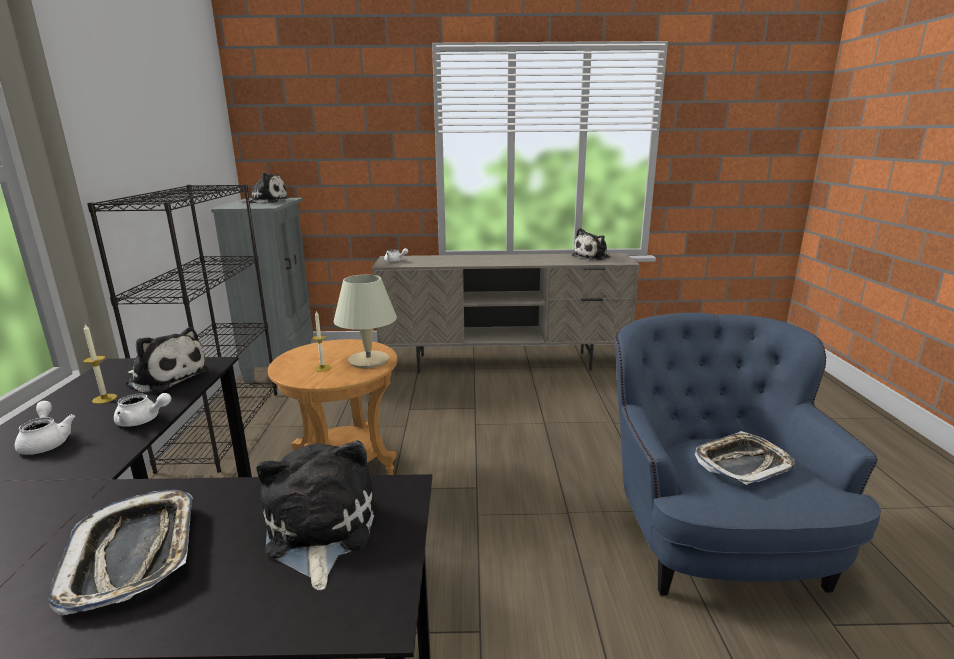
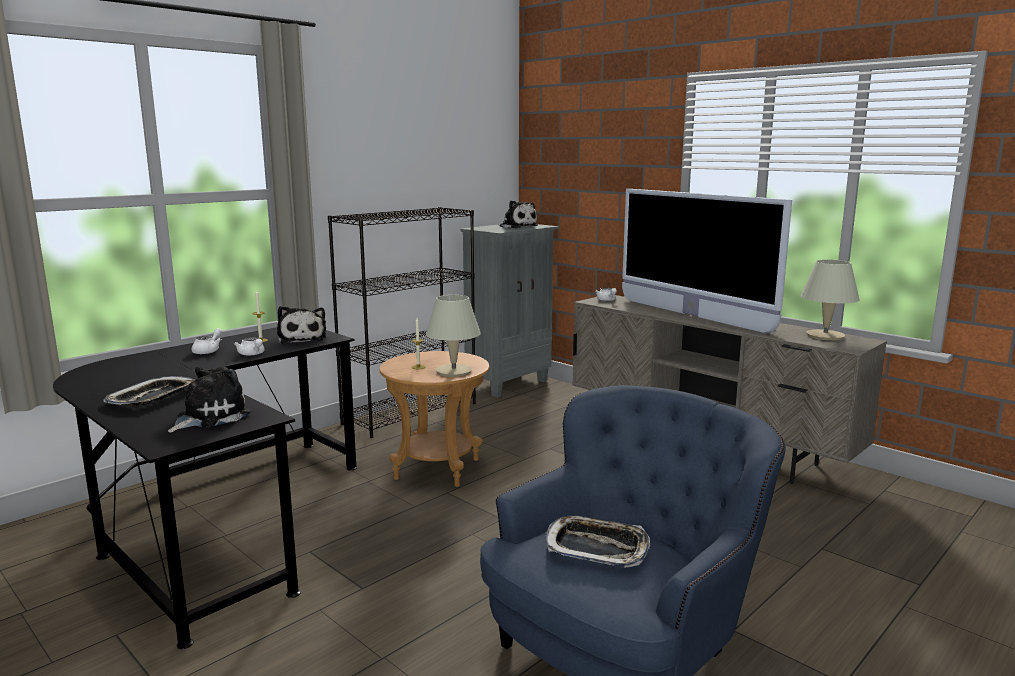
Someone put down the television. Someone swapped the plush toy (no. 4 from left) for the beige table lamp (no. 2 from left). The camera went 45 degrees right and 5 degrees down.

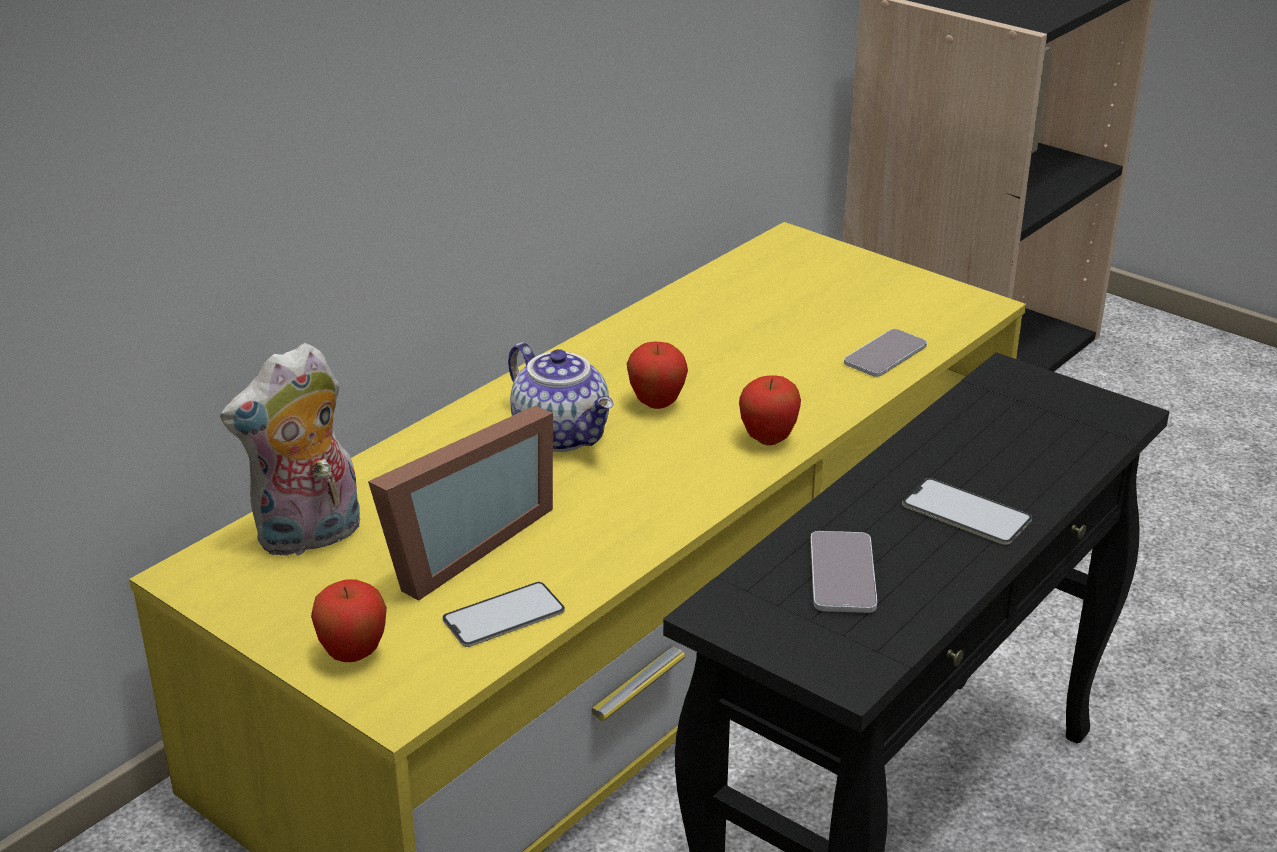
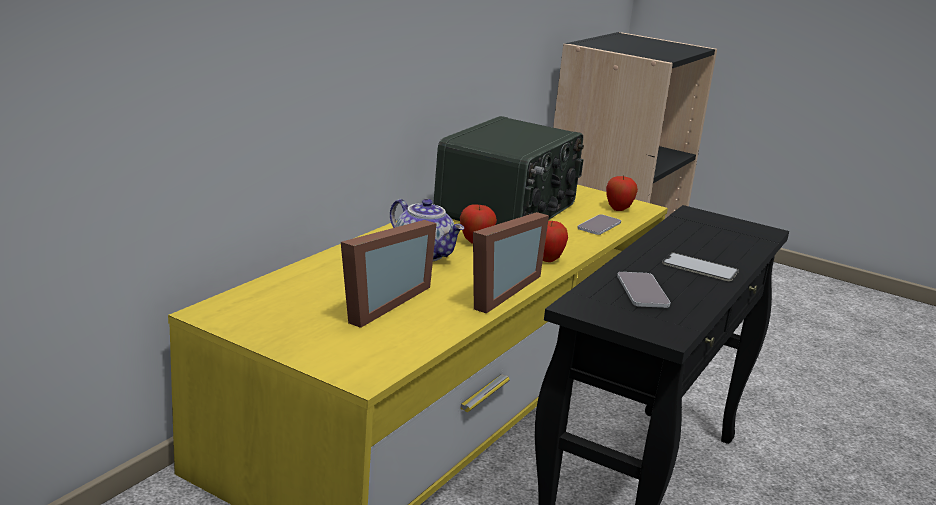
Someone took away the plush toy. Someone took away the phone (no. 1 from left). Someone put down the radio. Someone put down the picture frame (no. 2 from left). Someone carried the apple (no. 1 from left in the first image). The camera went 10 degrees left and 10 degrees down.

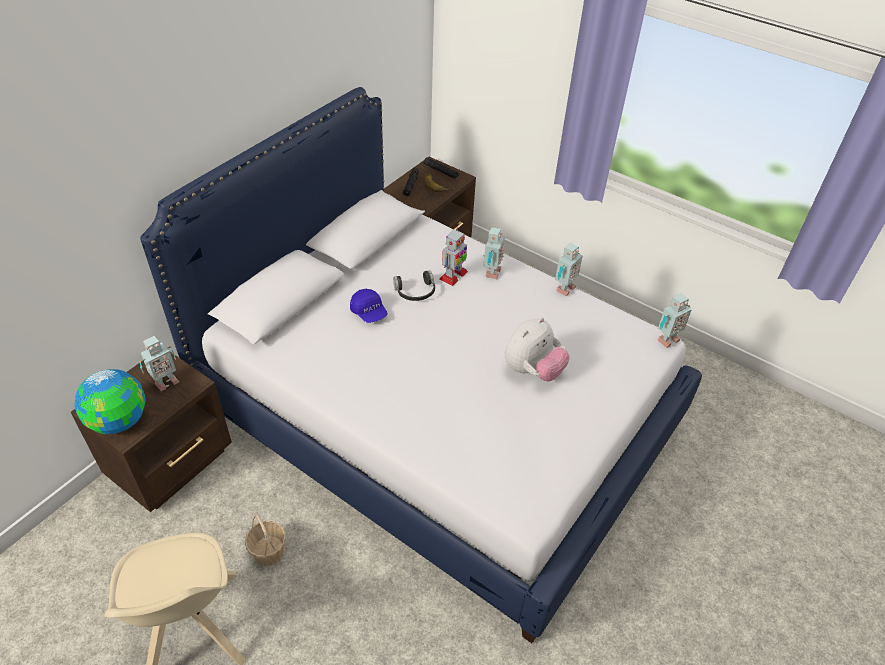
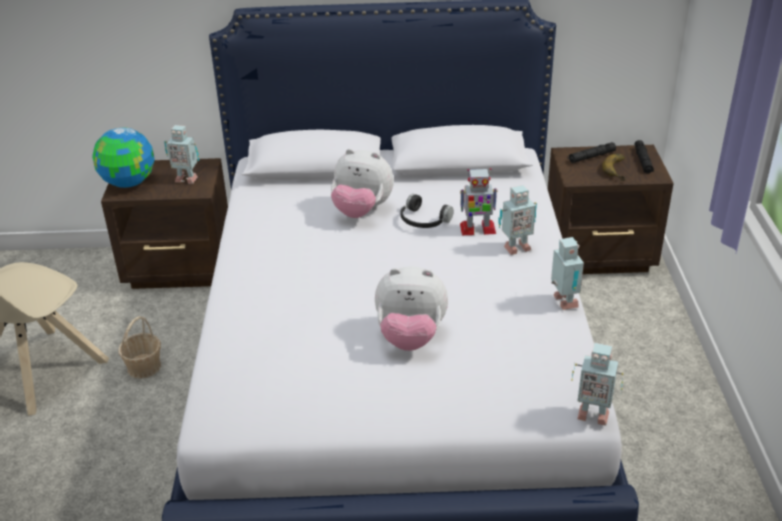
Someone swapped the blue cap for the plush toy (no. 1 from left). Someone rotated the toy robot (no. 4 from left) by 105 degrees counterclockwise. The camera went 55 degrees right and 10 degrees down.

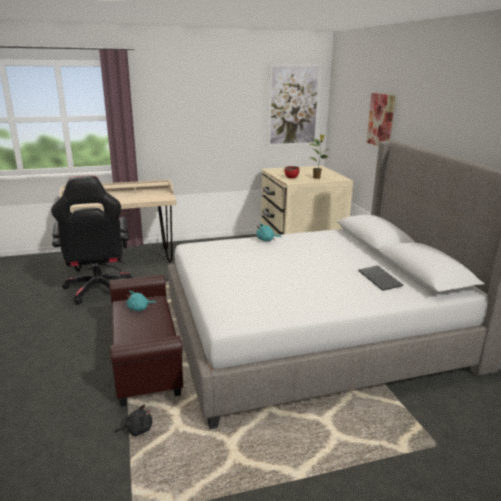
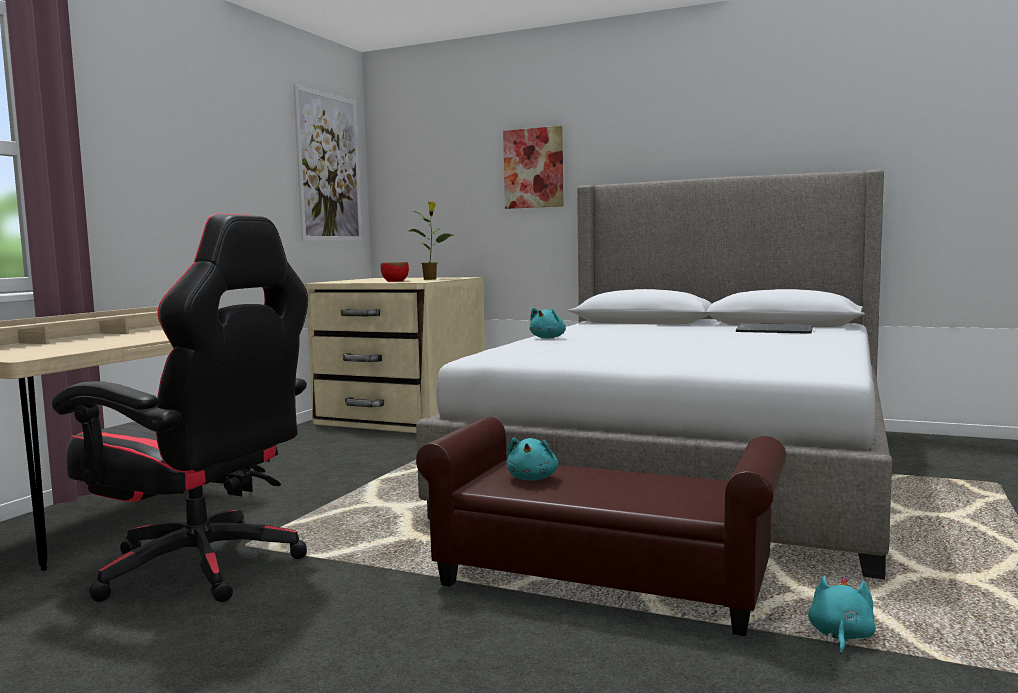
Someone repainted the black plush toy, which became the turquoise plush toy (no. 3 from left). The camera went 50 degrees left and 15 degrees down.

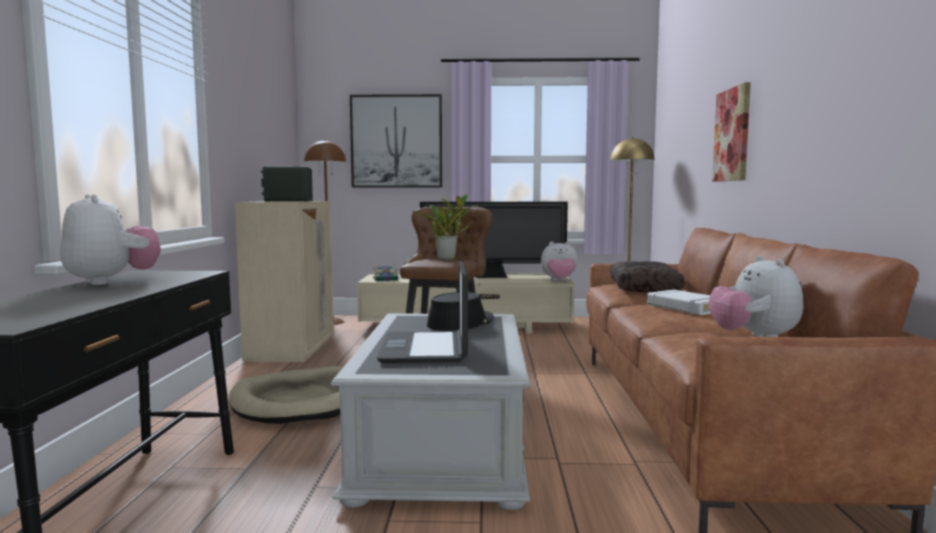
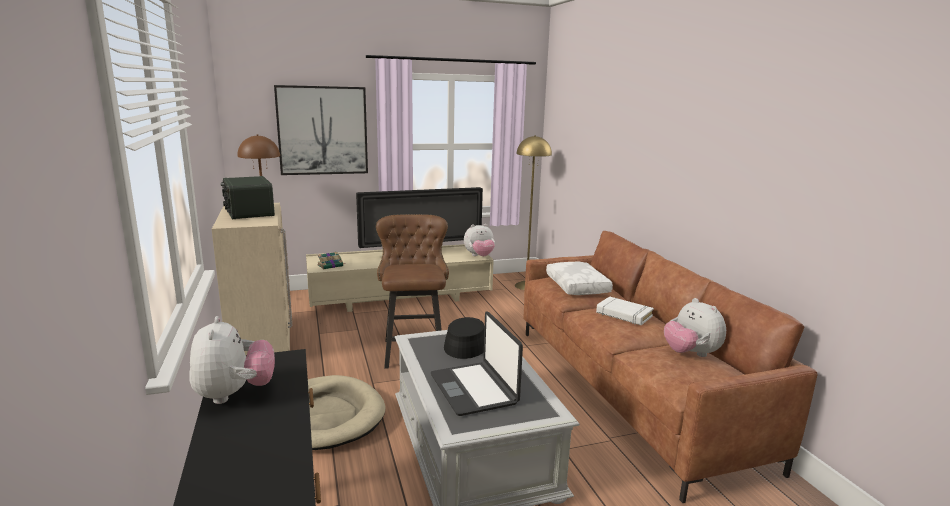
Someone took away the potted plant. Someone took away the picture (no. 2 from left). Someone repainted the brown pillow, which became the white pillow. Someone rotated the plush toy (no. 1 from left) by 45 degrees clockwise. The camera went 20 degrees left and 10 degrees up.

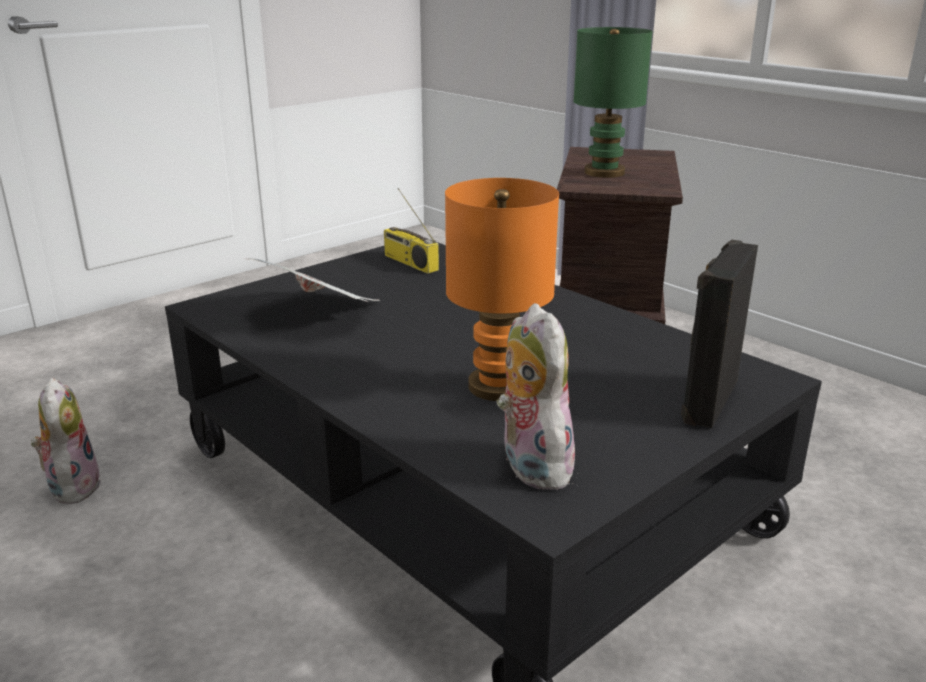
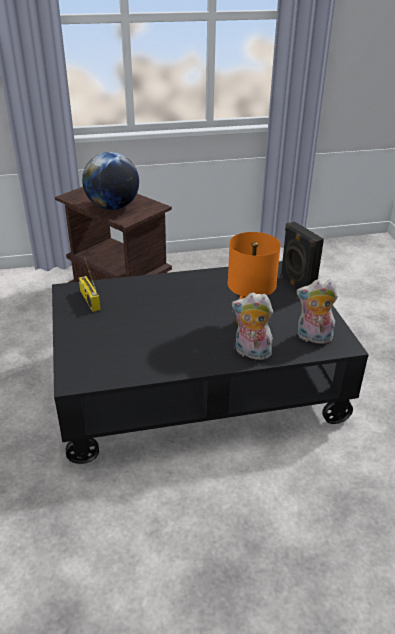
Someone took away the newspaper. Someone carried the plush toy (no. 1 from left). Someone swapped the green table lamp for the globe. Someone rotated the radio by 75 degrees clockwise. The camera went 60 degrees left and 10 degrees up.

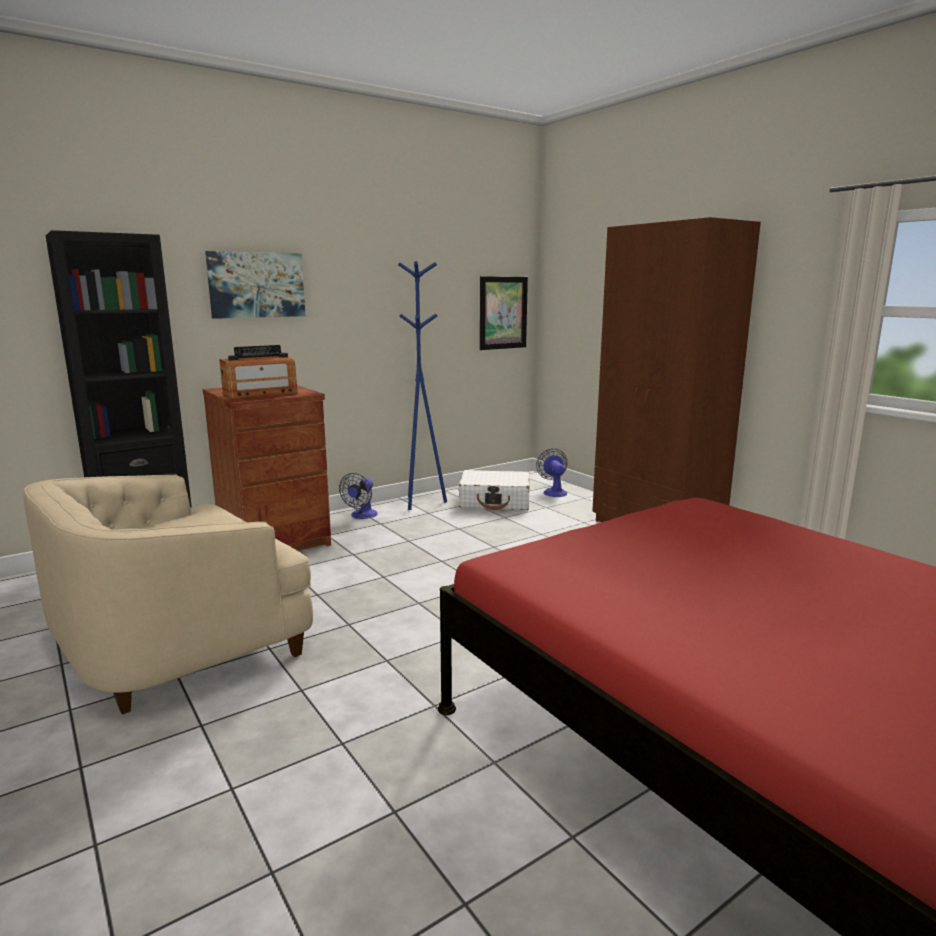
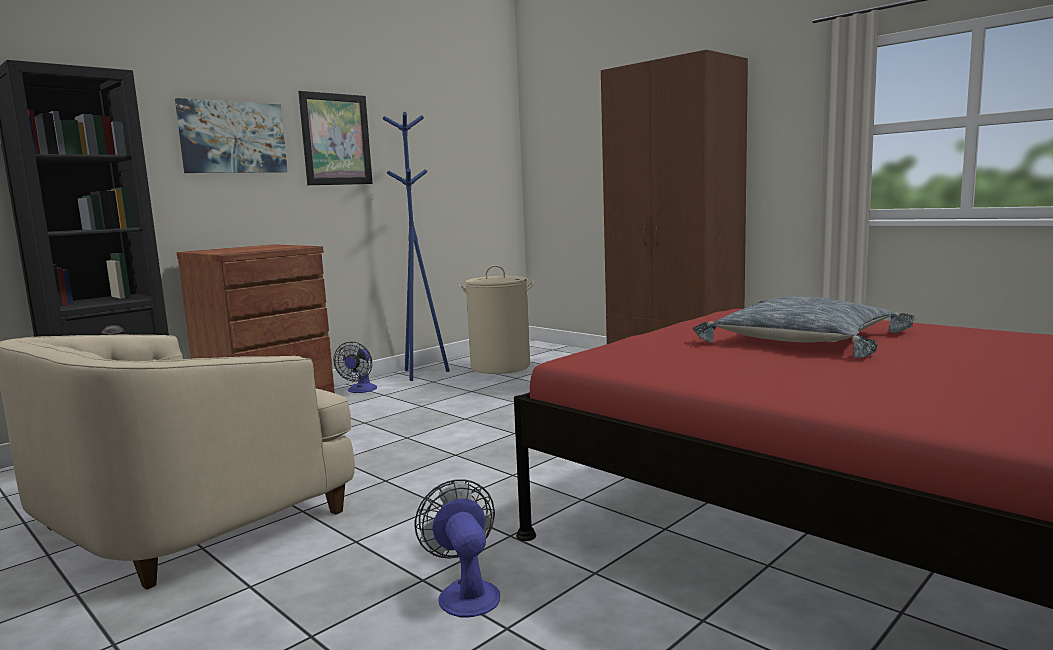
Someone took away the radio. Someone put down the pillow. Someone carried the picture (no. 2 from left). Someone carried the fan (no. 2 from left). Someone swapped the white suitcase for the beige laundry basket. The camera went 10 degrees left and 5 degrees down.

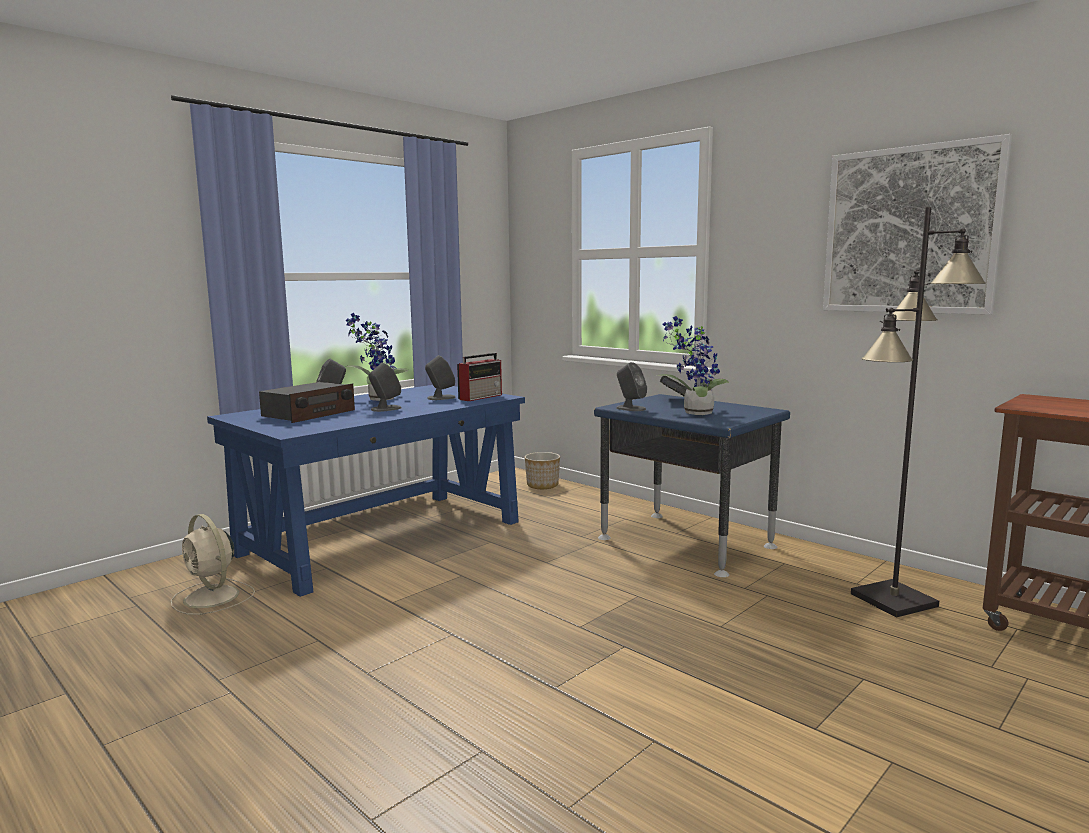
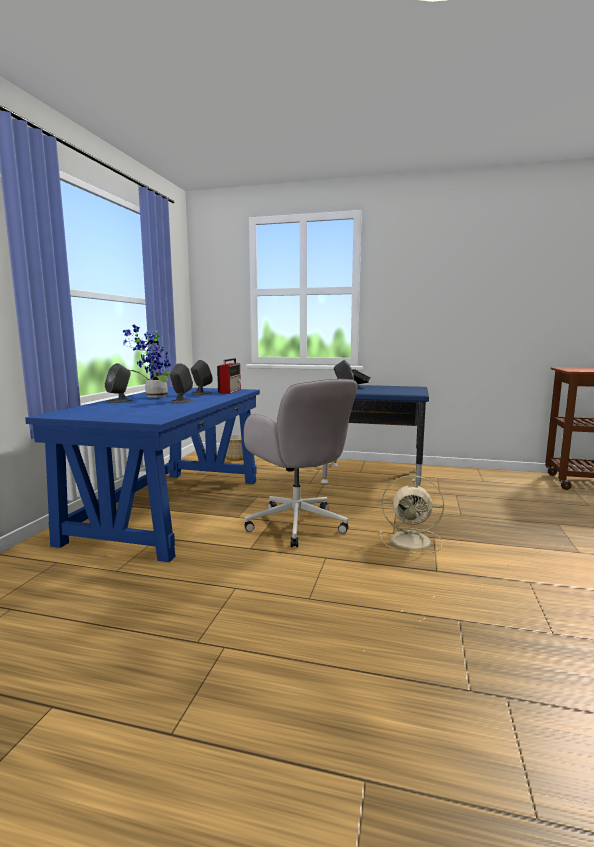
Someone took away the radio (no. 1 from left). Someone took away the potted plant (no. 2 from left). Someone took away the picture. Someone took away the black floor lamp. Someone put down the grey office chair. Someone carried the beige fan. The camera went 30 degrees left and 0 degrees up.

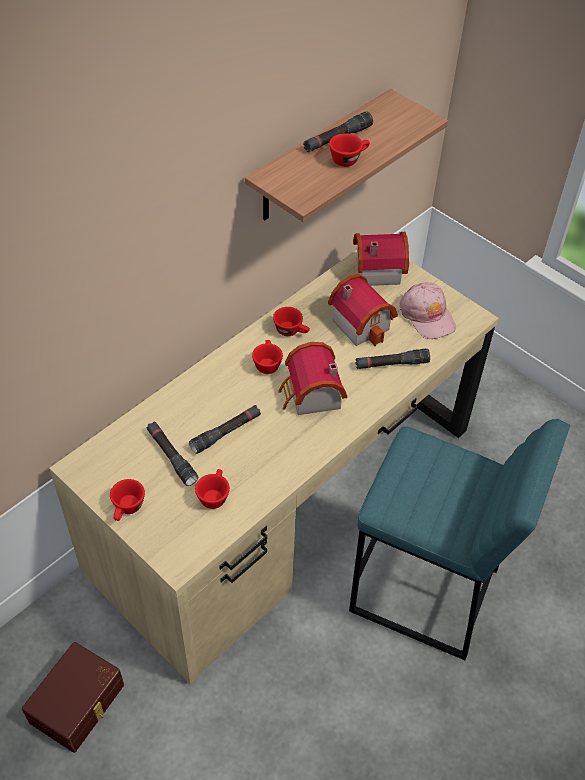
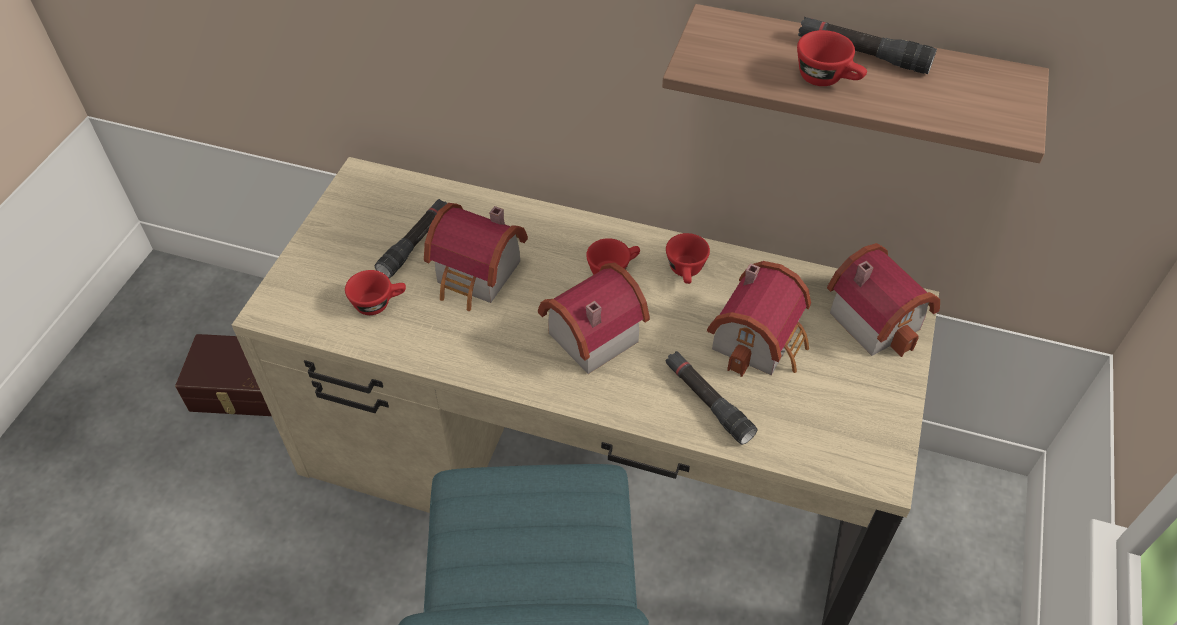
Someone took away the red cup (no. 1 from left). Someone took away the pink cap. Someone swapped the black flashlight (no. 2 from left) for the toy house (no. 1 from left). The camera went 65 degrees right and 0 degrees up.

